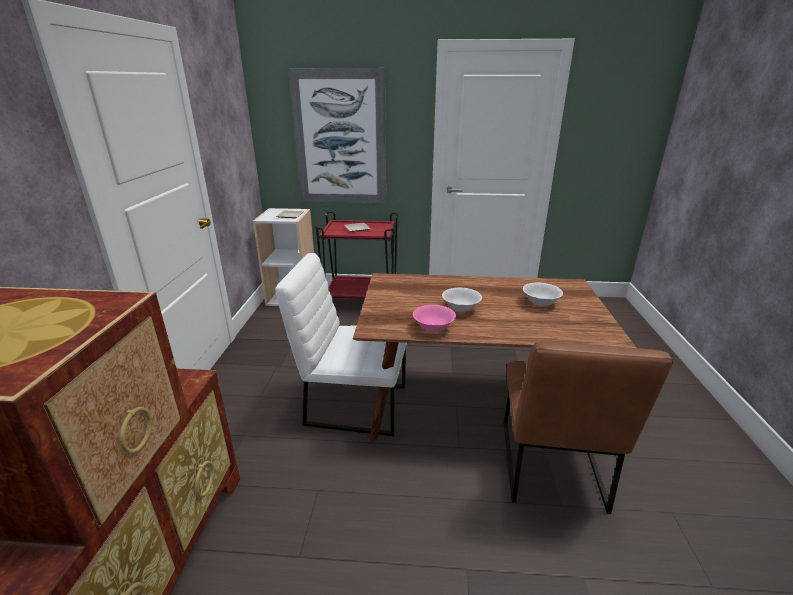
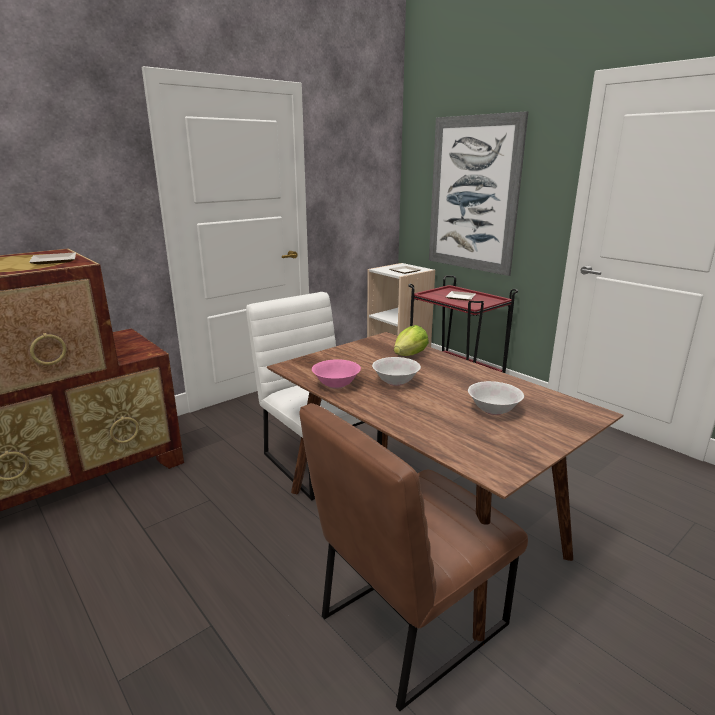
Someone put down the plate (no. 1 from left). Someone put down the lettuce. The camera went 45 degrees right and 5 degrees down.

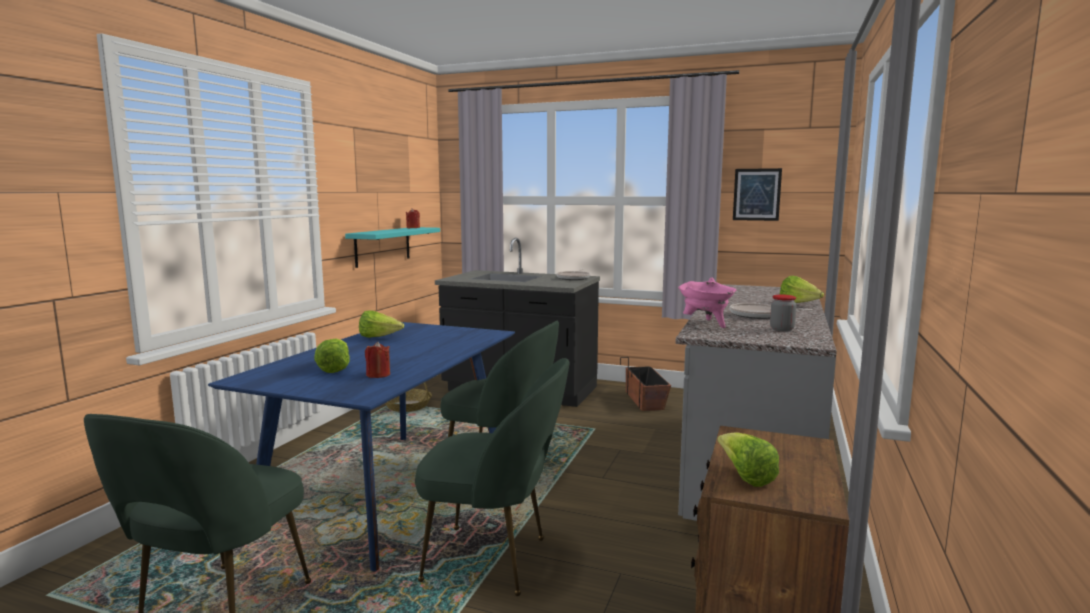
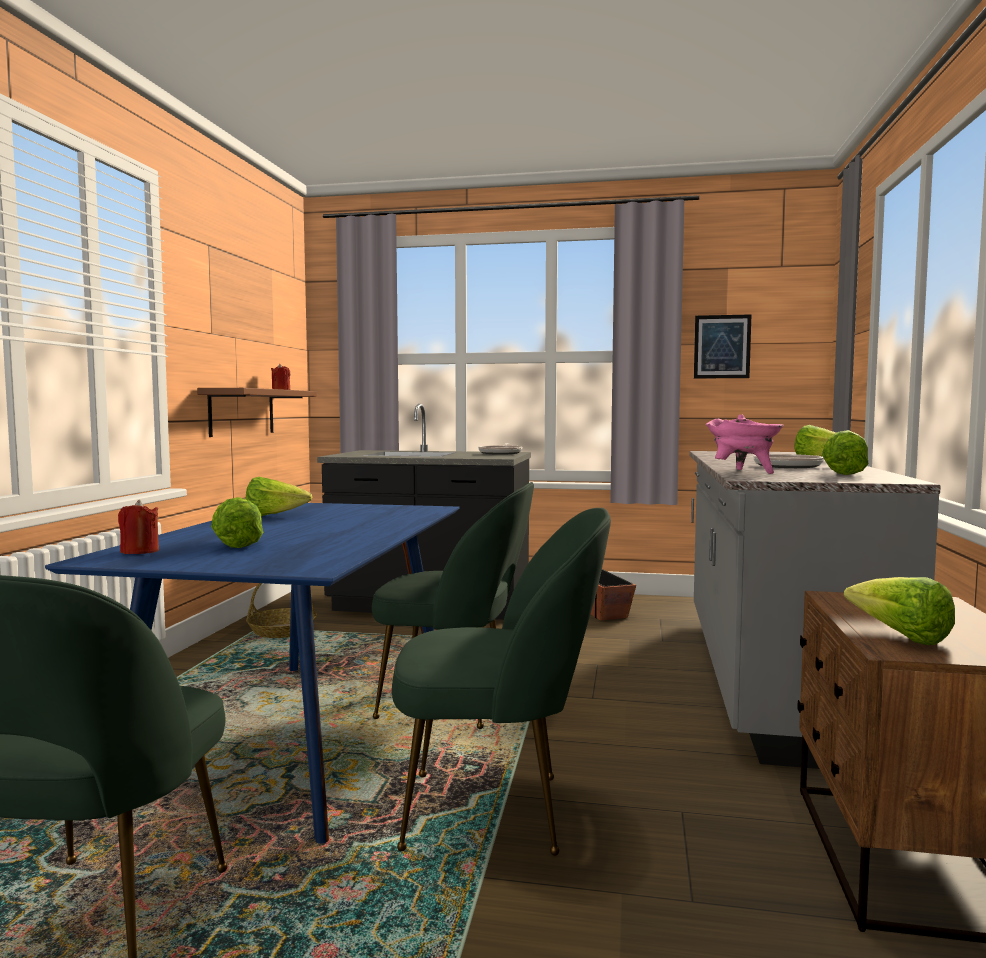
Someone carried the red candle (no. 1 from left). Someone swapped the jar for the lettuce (no. 4 from left). Someone repainted the turquoise shelf, which became the brown shelf. The camera went 10 degrees left and 5 degrees down.

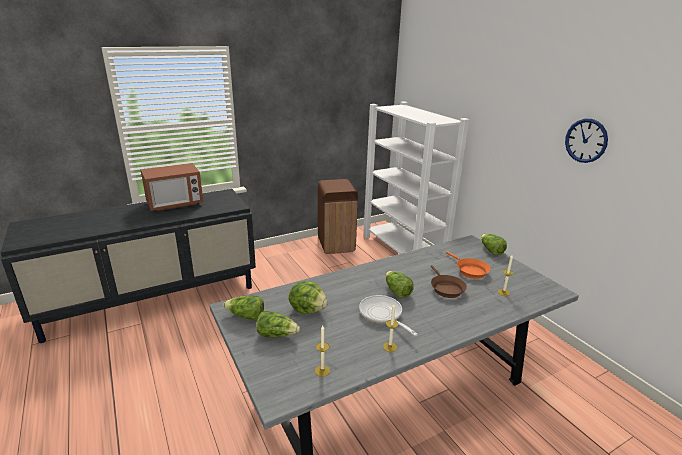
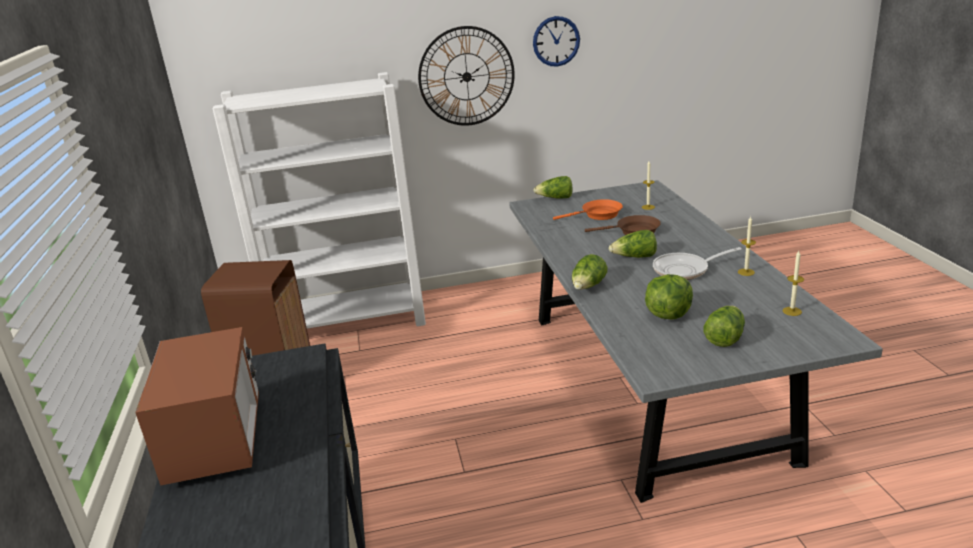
Someone put up the wall clock (no. 1 from left). Someone carried the lettuce (no. 1 from left in the first image). The camera went 70 degrees left and 0 degrees up.

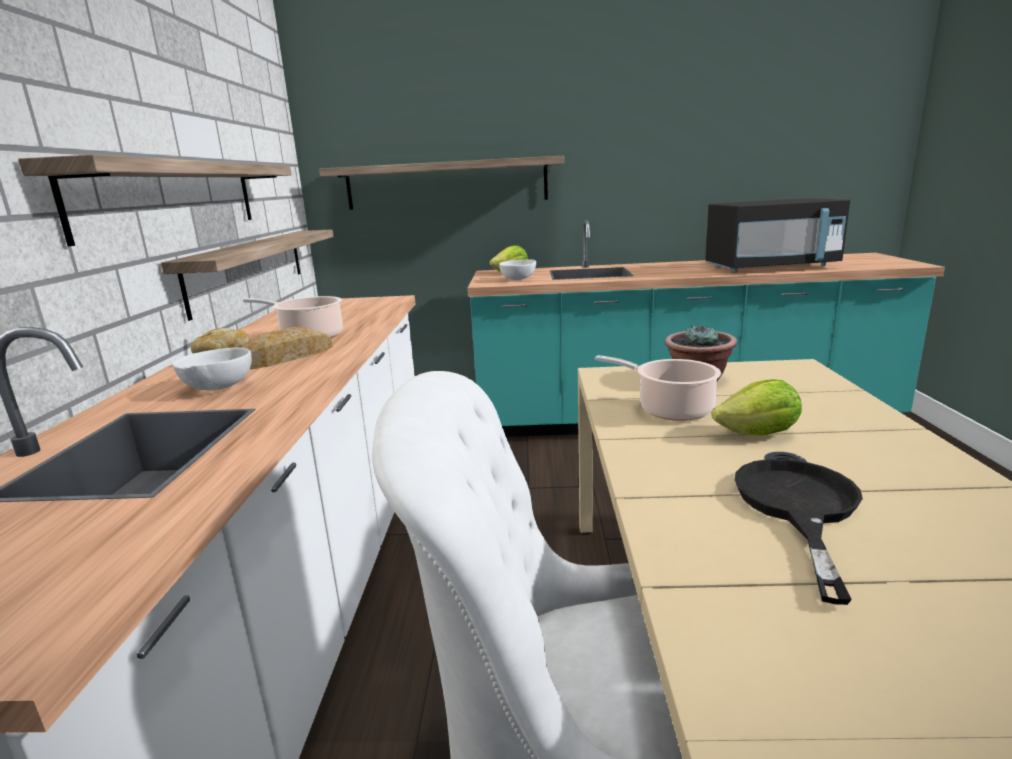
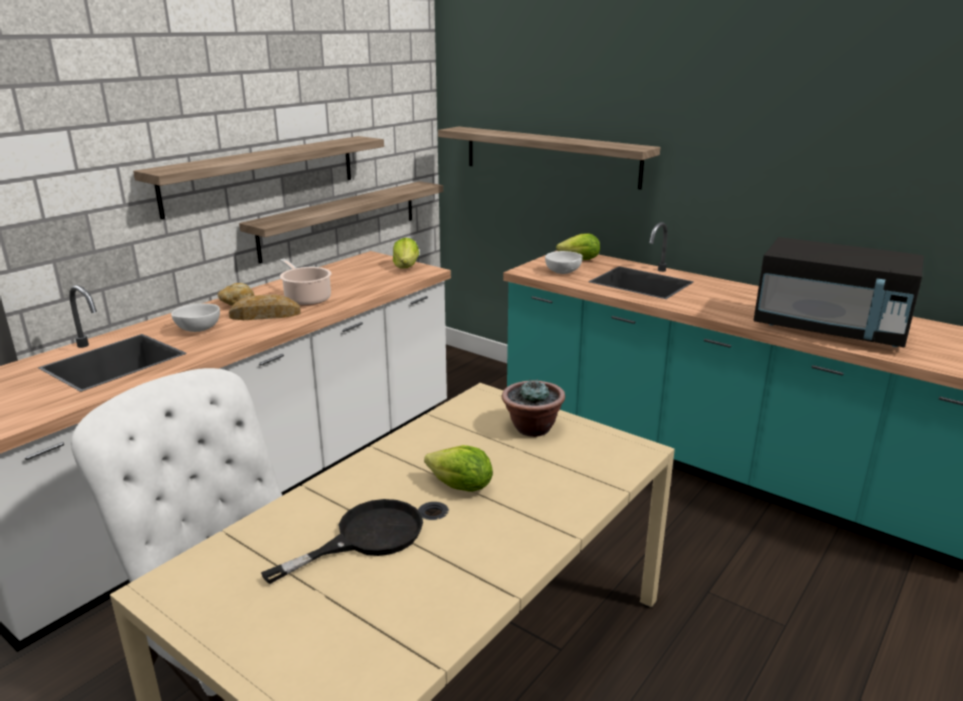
Someone took away the cooking pot (no. 2 from left). Someone put down the lettuce (no. 1 from left). The camera went 35 degrees right and 5 degrees up.

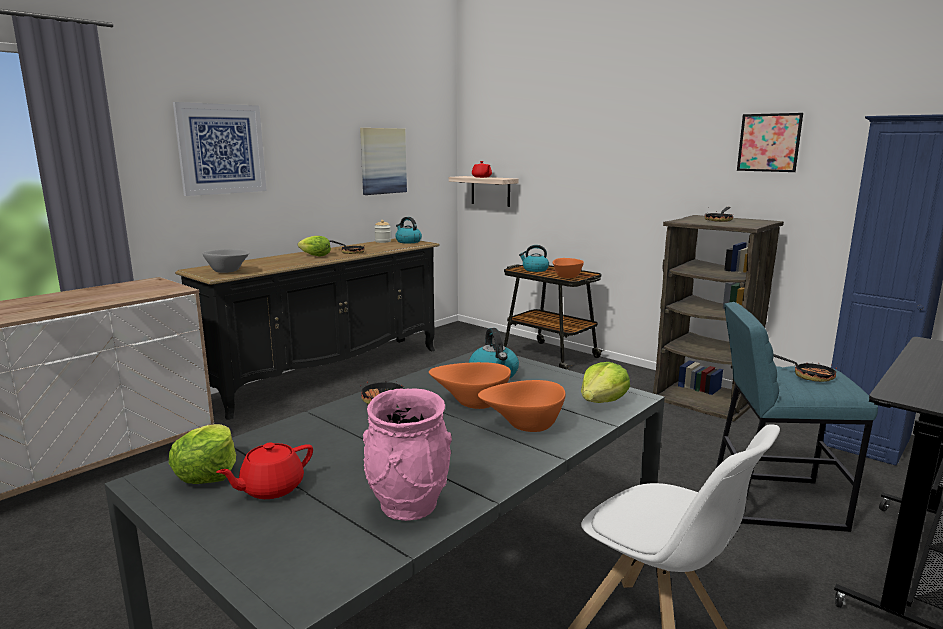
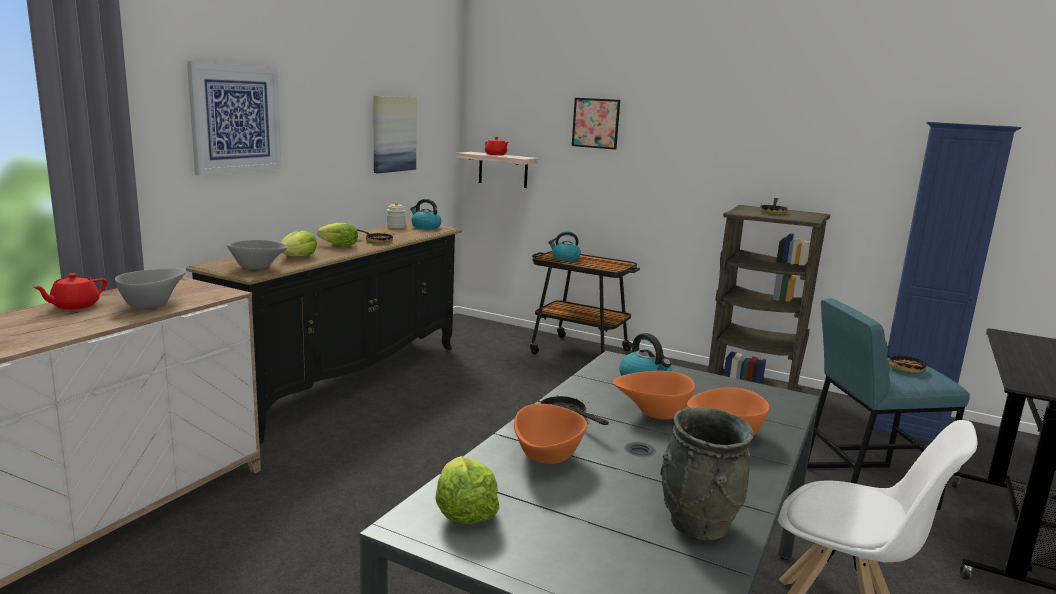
Someone put down the grey bowl (no. 1 from left). Someone carried the red teapot (no. 1 from left). Someone carried the orange bowl (no. 3 from left in the first image). Someone carried the lettuce (no. 3 from left in the first image). Someone carried the picture (no. 3 from left). Someone repainted the pink vase, which became the grey vase. The camera went 15 degrees left and 0 degrees up.

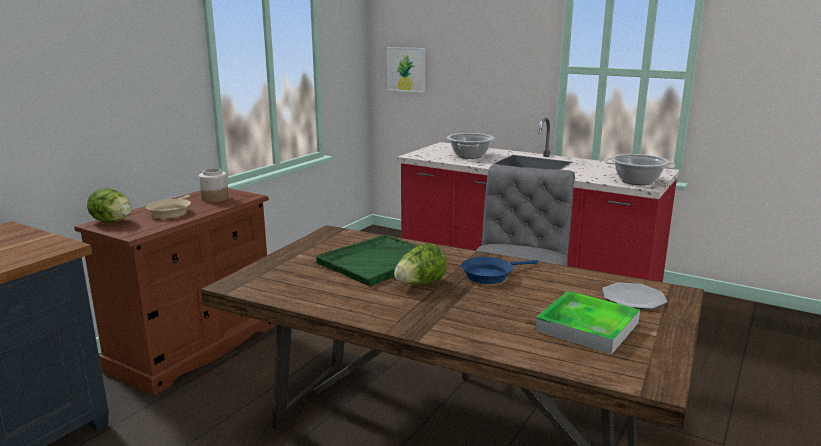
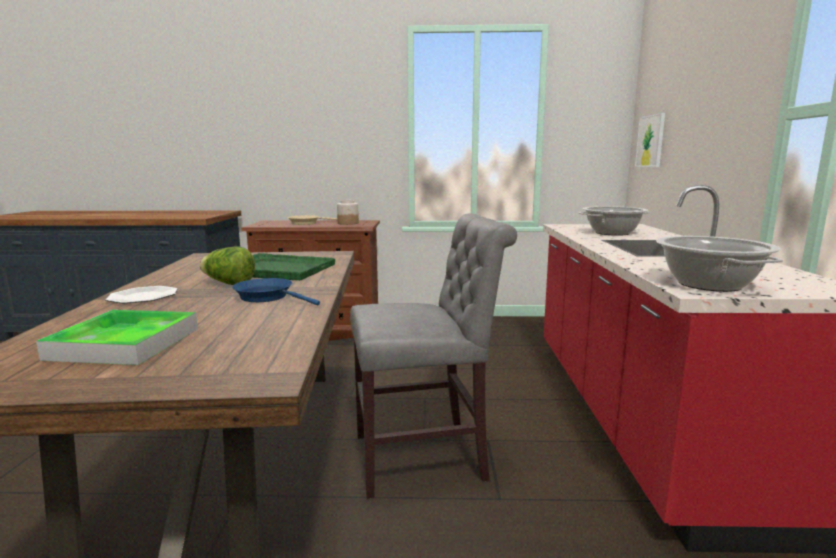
Someone took away the lettuce (no. 1 from left). Someone carried the plate. The camera went 60 degrees right and 5 degrees down.

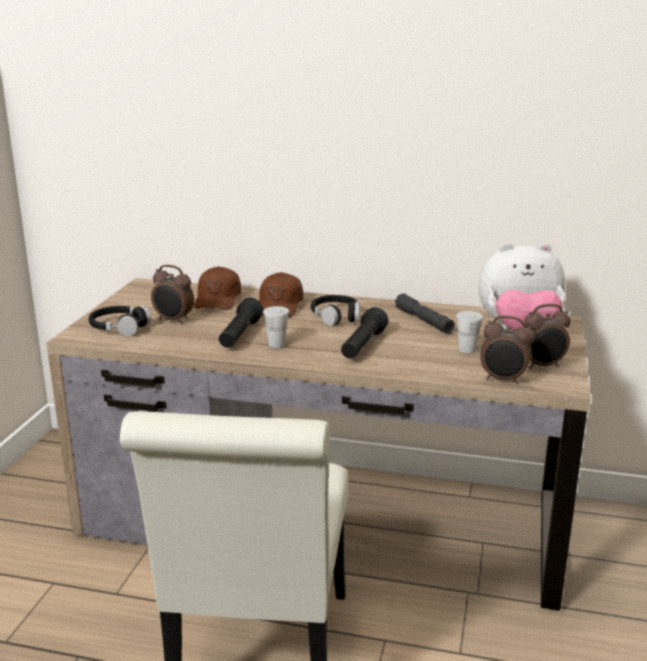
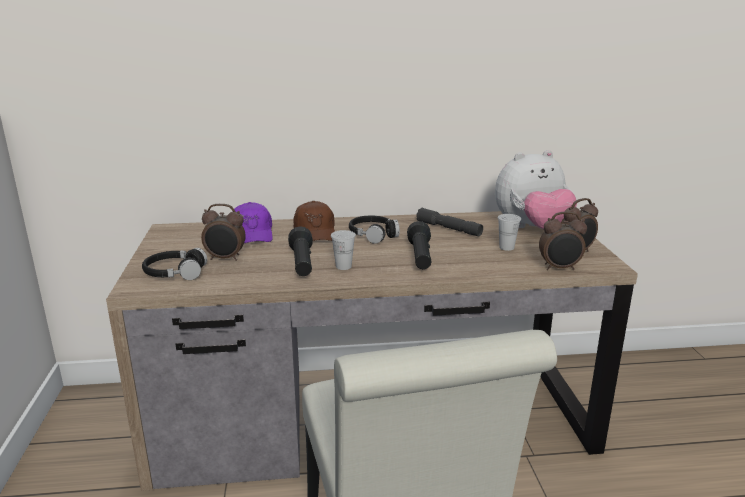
Someone repainted the brown cap (no. 1 from left), which became the purple cap. The camera went 20 degrees left and 0 degrees up.

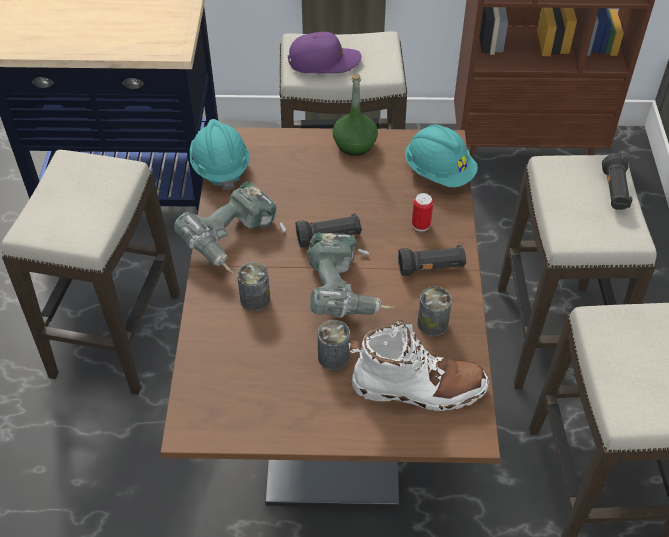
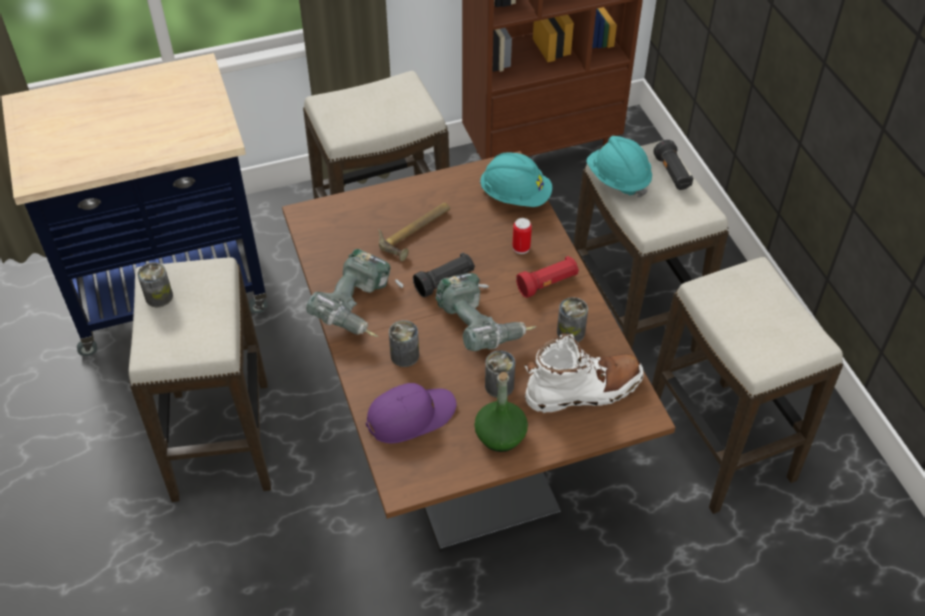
Someone put down the can (no. 1 from left). Someone put down the hammer. Someone carried the turquoise hard hat (no. 1 from left in the first image). Someone carried the purple cap. Someone carried the green bottle. Someone repainted the black flashlight (no. 2 from left), which became the red flashlight. The camera went 20 degrees left and 0 degrees up.

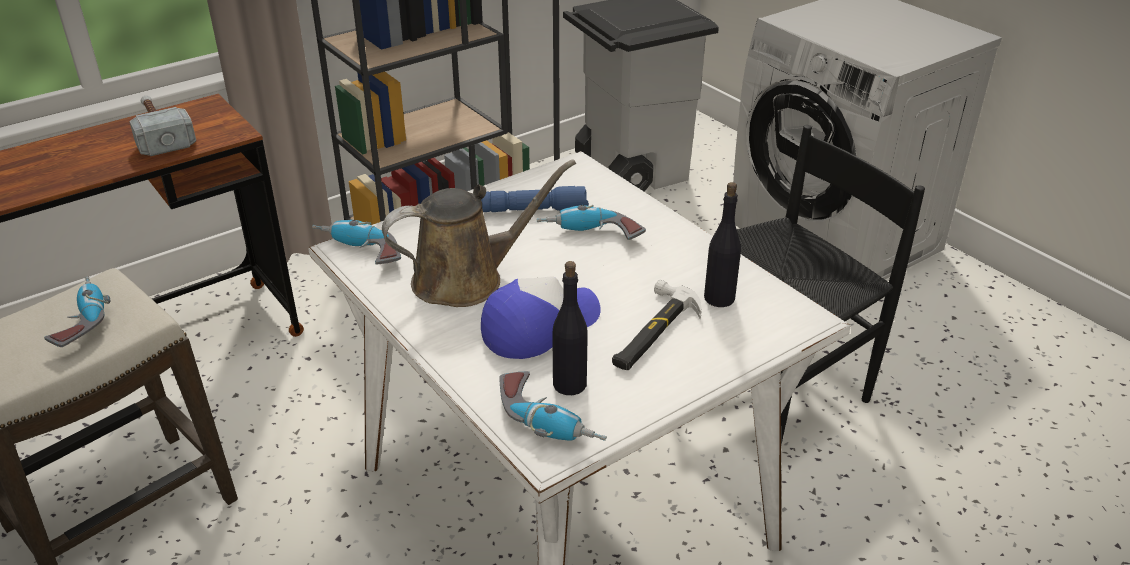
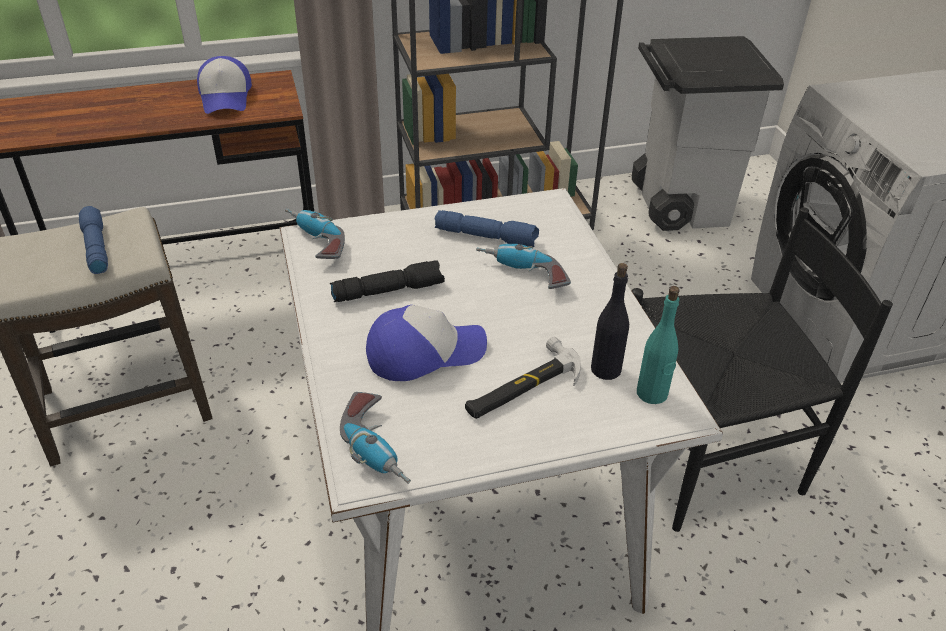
Someone took away the black bottle (no. 1 from left). Someone put down the turquoise bottle. Someone swapped the power drill (no. 1 from left) for the blue flashlight (no. 1 from left). Someone swapped the hammer (no. 1 from left) for the cap (no. 1 from left). Someone swapped the brown watering can for the black flashlight. The camera went 20 degrees right and 5 degrees up.

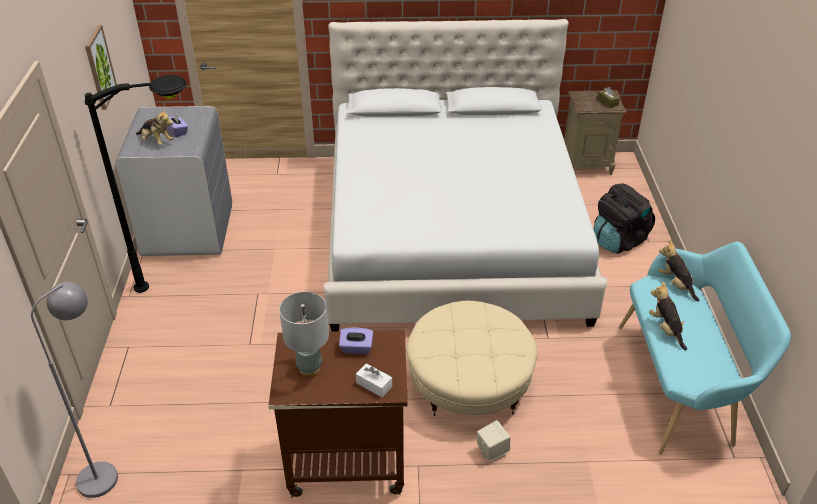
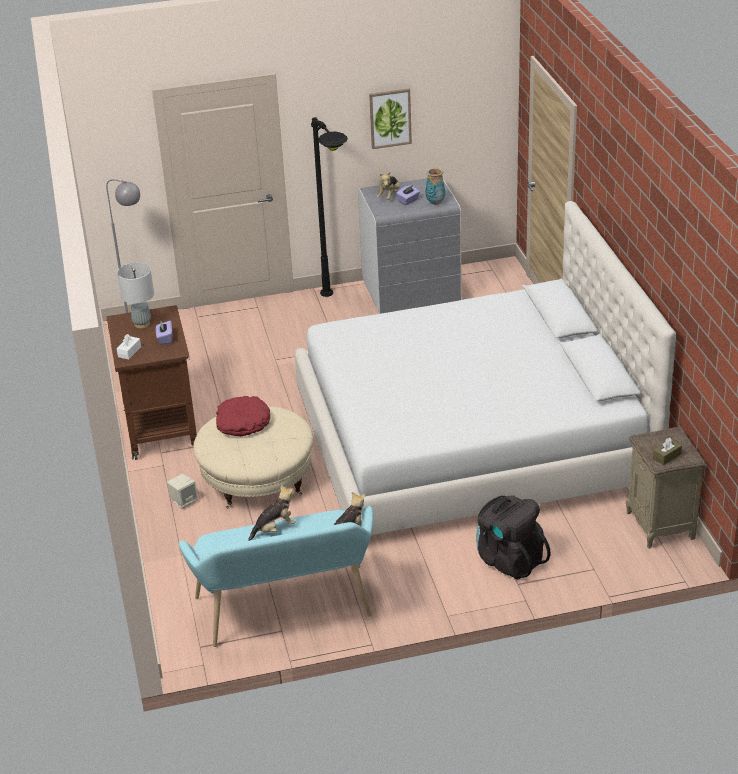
Someone put down the red pillow. Someone put down the vase. The camera went 80 degrees right and 5 degrees down.

